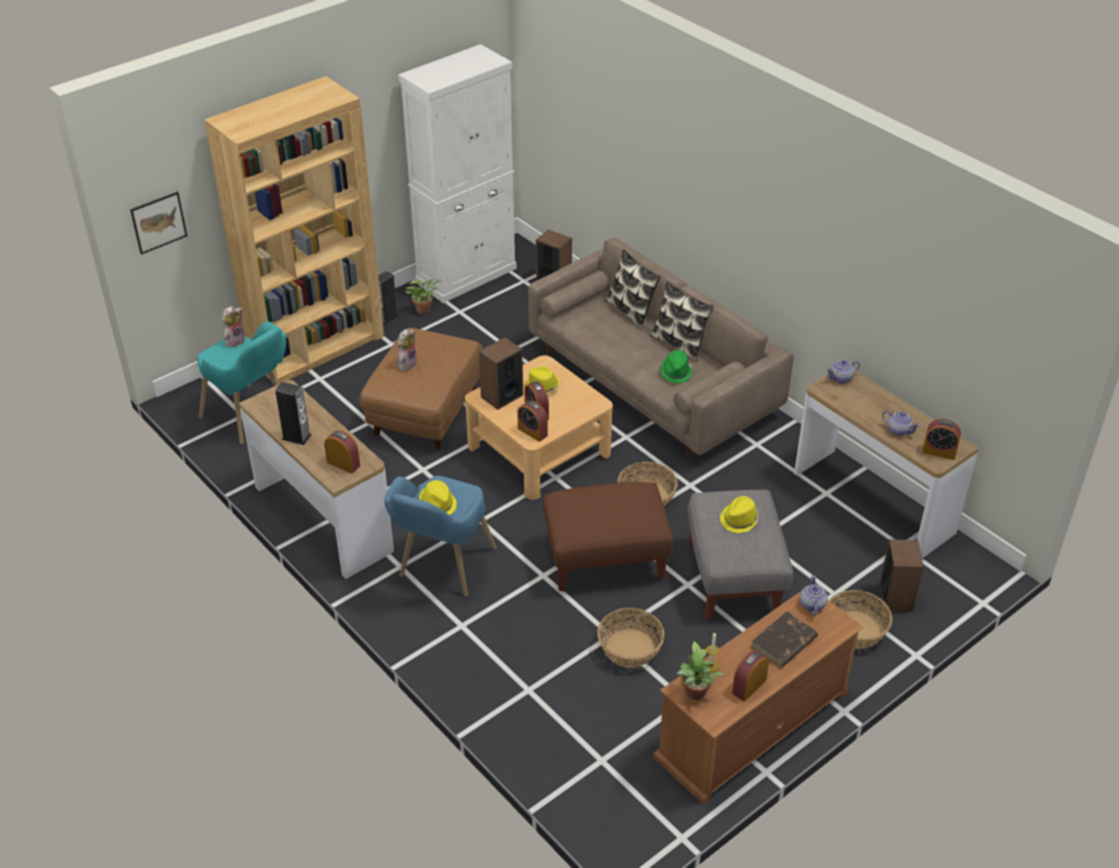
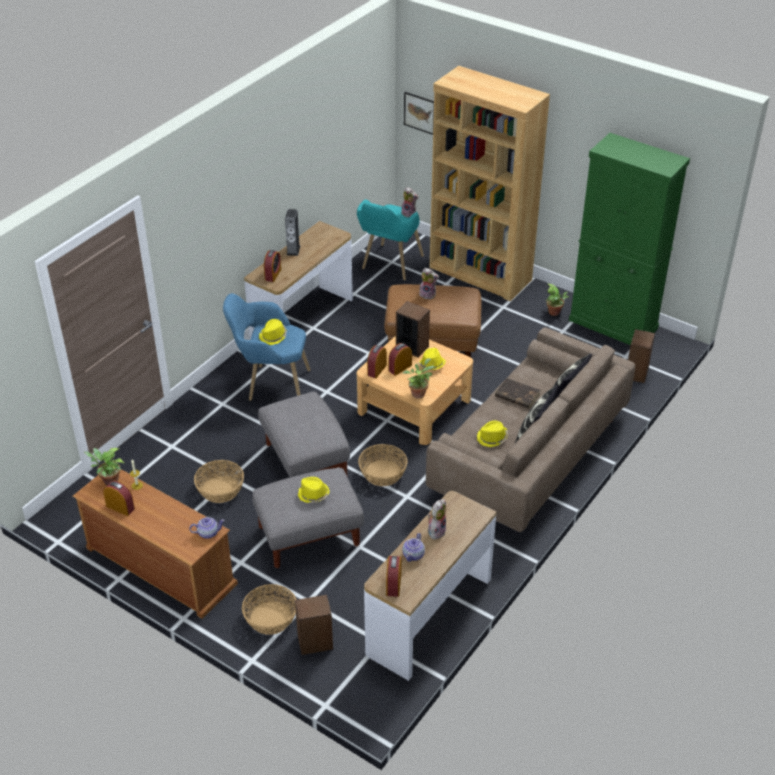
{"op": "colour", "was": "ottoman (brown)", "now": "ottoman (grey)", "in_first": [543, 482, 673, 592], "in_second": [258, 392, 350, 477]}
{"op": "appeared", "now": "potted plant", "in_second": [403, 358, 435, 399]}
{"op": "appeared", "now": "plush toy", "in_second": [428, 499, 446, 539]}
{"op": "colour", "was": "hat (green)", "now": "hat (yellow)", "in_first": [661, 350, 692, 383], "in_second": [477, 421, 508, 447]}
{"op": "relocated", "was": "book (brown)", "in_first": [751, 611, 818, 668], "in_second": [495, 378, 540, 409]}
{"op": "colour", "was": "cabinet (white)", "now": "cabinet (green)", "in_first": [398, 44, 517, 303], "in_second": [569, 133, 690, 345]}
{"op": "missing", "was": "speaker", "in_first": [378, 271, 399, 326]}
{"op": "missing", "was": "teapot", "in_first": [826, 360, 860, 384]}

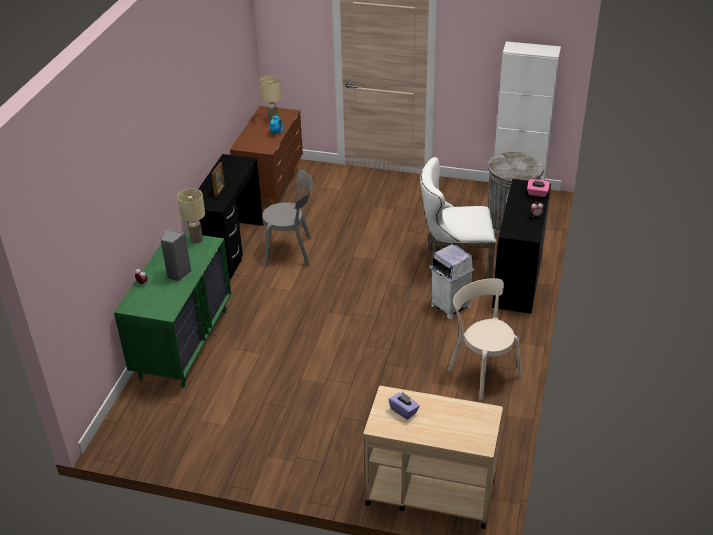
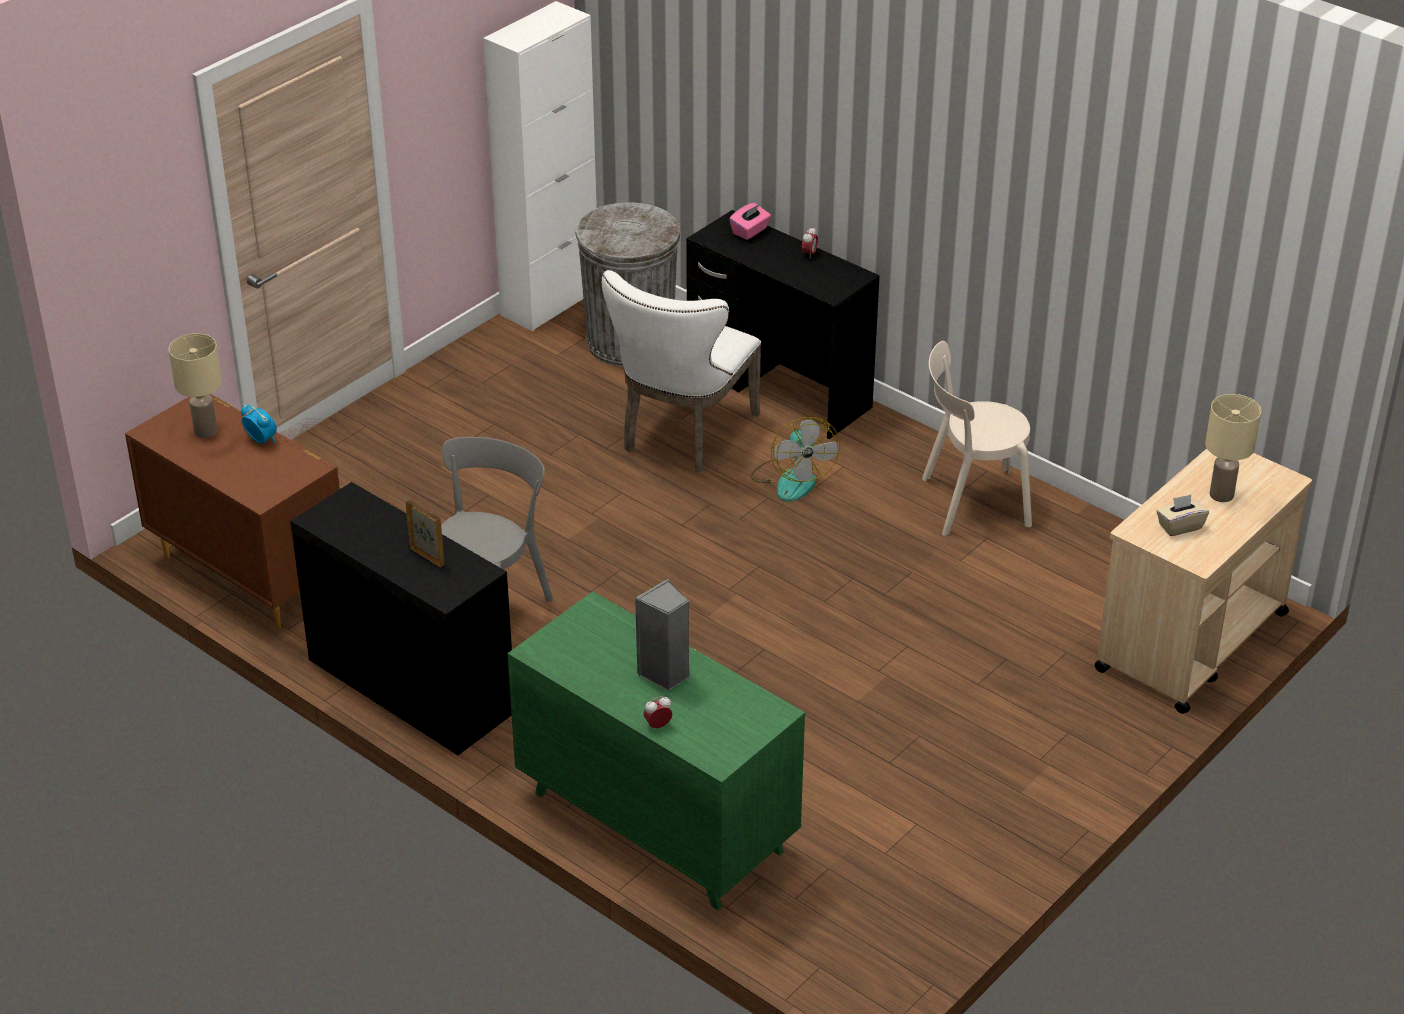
{"op": "exchanged", "was": "trash can (white)", "now": "fan", "in_first": [430, 244, 475, 319], "in_second": [750, 417, 840, 502]}
{"op": "colour", "was": "tissue box (purple)", "now": "tissue box (beige)", "in_first": [389, 392, 420, 420], "in_second": [1156, 494, 1209, 536]}
{"op": "relocated", "was": "table lamp (beige)", "in_first": [177, 188, 205, 243], "in_second": [1205, 394, 1261, 502]}

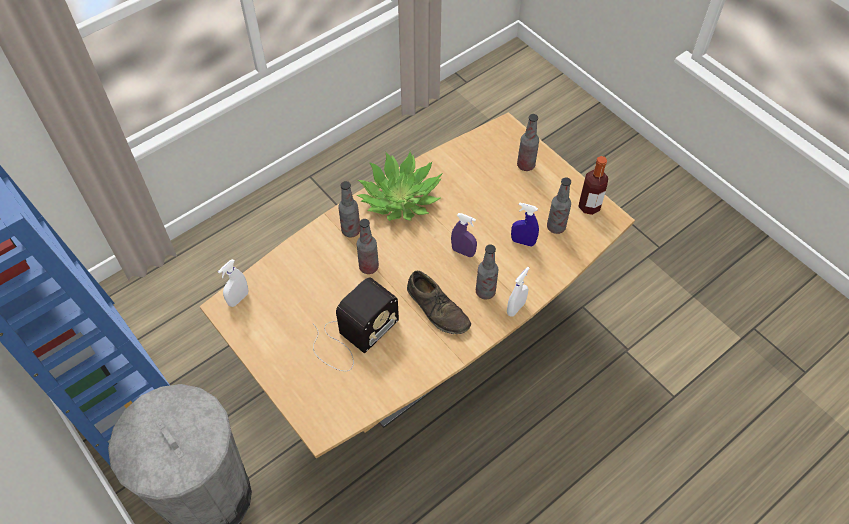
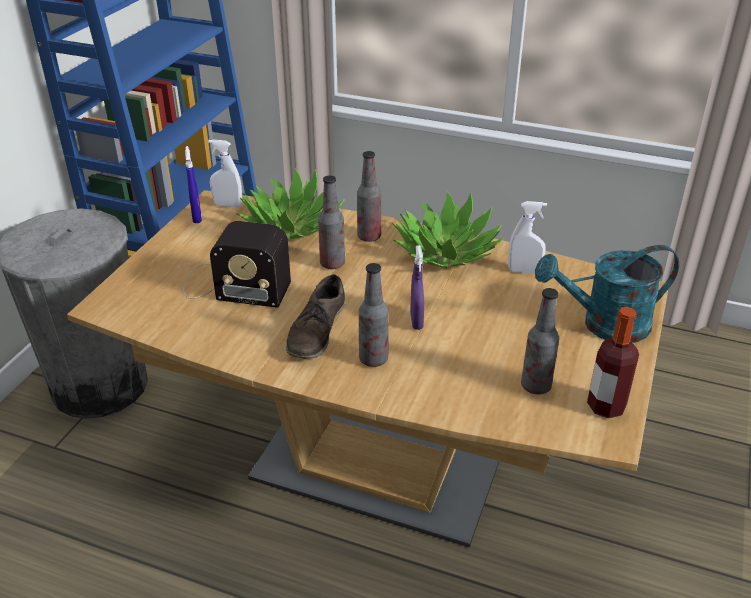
{"op": "relocated", "was": "spray bottle (blue)", "in_first": [511, 202, 539, 247], "in_second": [185, 146, 202, 223]}
{"op": "appeared", "now": "potted plant", "in_second": [237, 168, 345, 239]}
{"op": "relocated", "was": "spray bottle (white)", "in_first": [507, 267, 530, 316], "in_second": [508, 201, 547, 274]}
{"op": "exchanged", "was": "bottle", "now": "watering can (turquoise)", "in_first": [517, 114, 539, 171], "in_second": [535, 245, 679, 343]}

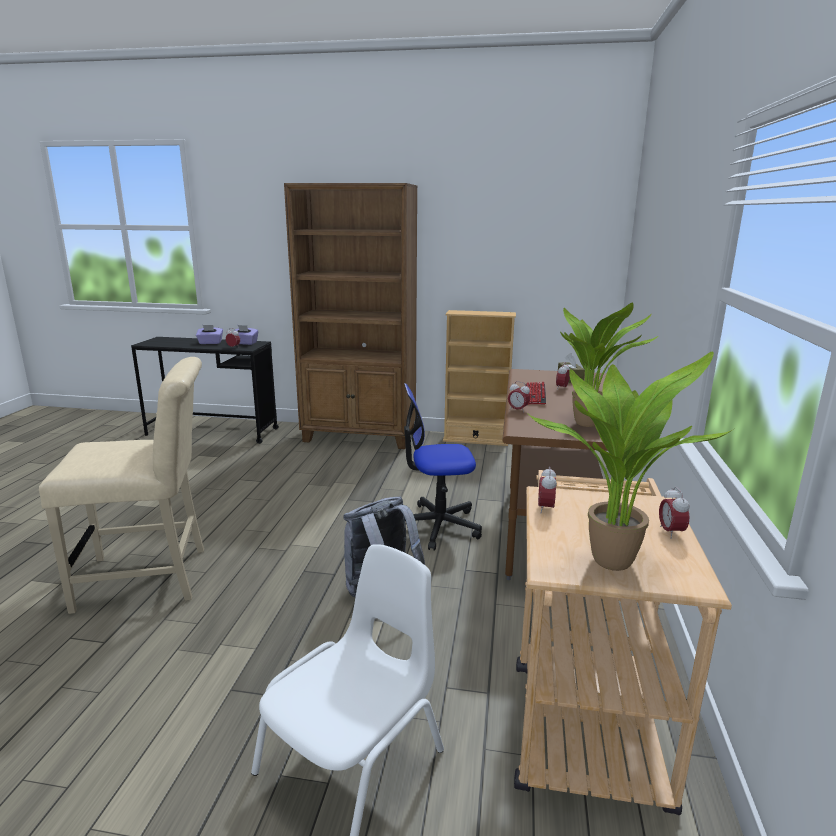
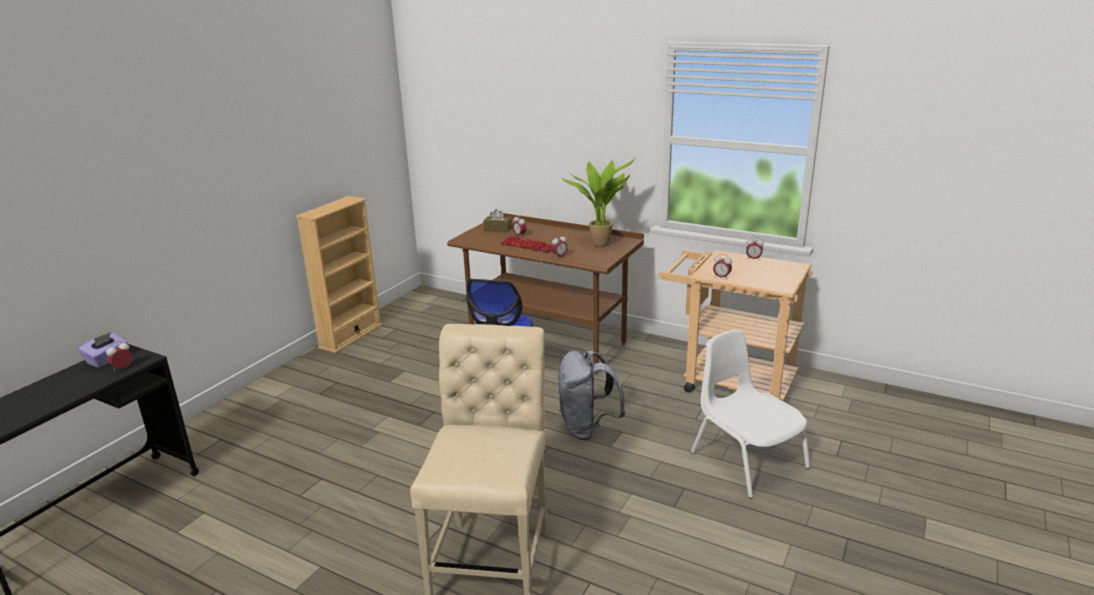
{"op": "missing", "was": "tissue box (purple)", "in_first": [196, 325, 223, 344]}
{"op": "missing", "was": "bookcase (brown)", "in_first": [284, 183, 418, 449]}
{"op": "missing", "was": "potted plant", "in_first": [527, 351, 732, 571]}

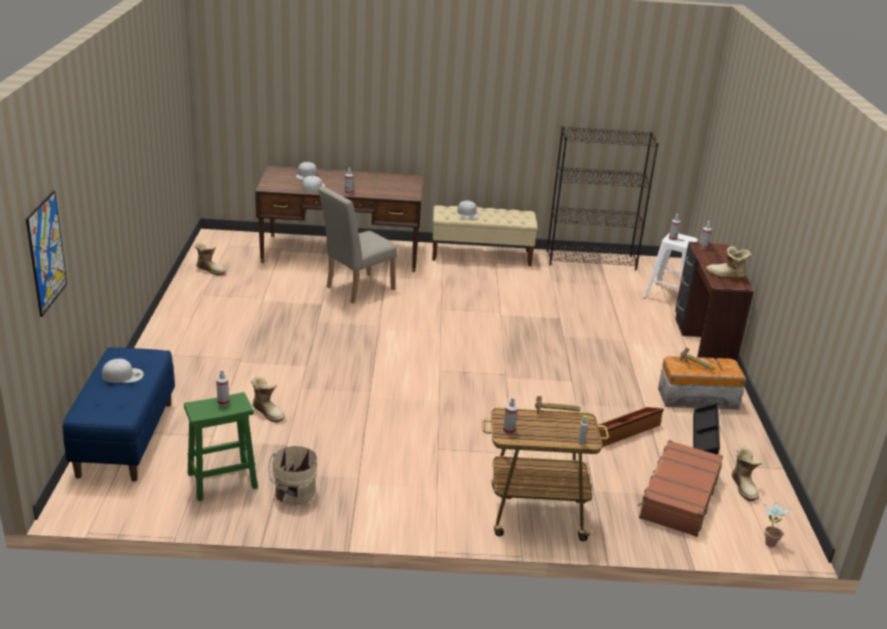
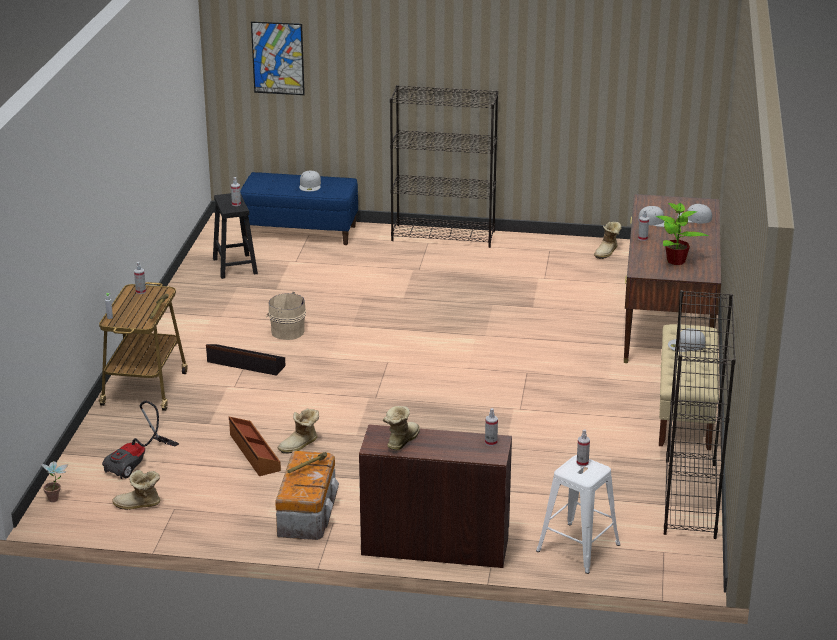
{"op": "exchanged", "was": "suitcase (brown)", "now": "vacuum cleaner", "in_first": [637, 440, 723, 537], "in_second": [102, 401, 179, 479]}
{"op": "relocated", "was": "storage box (black)", "in_first": [693, 403, 720, 455], "in_second": [206, 344, 285, 376]}
{"op": "colour", "was": "stool (green)", "now": "stool (black)", "in_first": [184, 392, 258, 501], "in_second": [213, 193, 258, 279]}
{"op": "relocated", "was": "bucket (beige)", "in_first": [269, 446, 318, 505], "in_second": [266, 292, 306, 340]}
{"op": "relocated", "was": "boot", "in_first": [251, 376, 285, 423], "in_second": [278, 408, 319, 454]}
{"op": "appeared", "now": "bookcase (black)", "in_second": [390, 85, 498, 248]}
{"op": "appeared", "now": "potted plant", "in_second": [656, 203, 708, 265]}
{"op": "missing", "was": "chair (beige)", "in_first": [318, 186, 397, 304]}

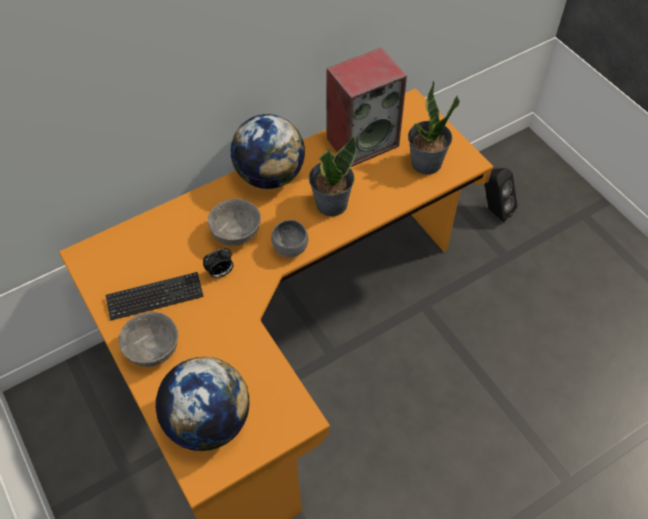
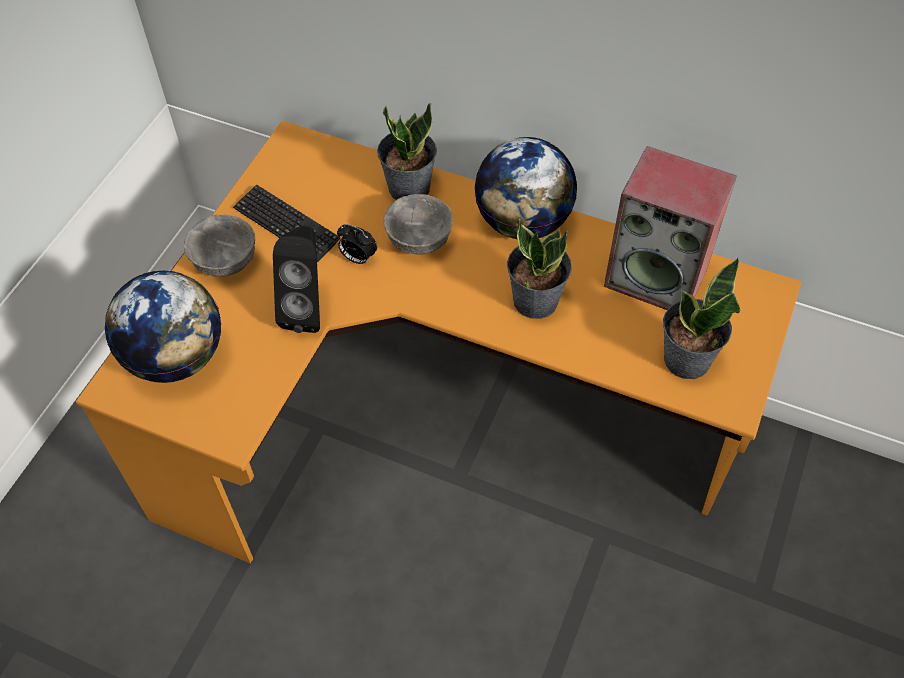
{"op": "relocated", "was": "speaker (black)", "in_first": [484, 168, 517, 222], "in_second": [273, 226, 320, 333]}
{"op": "appeared", "now": "potted plant", "in_second": [377, 103, 437, 200]}
{"op": "missing", "was": "bowl (grey)", "in_first": [271, 220, 308, 257]}

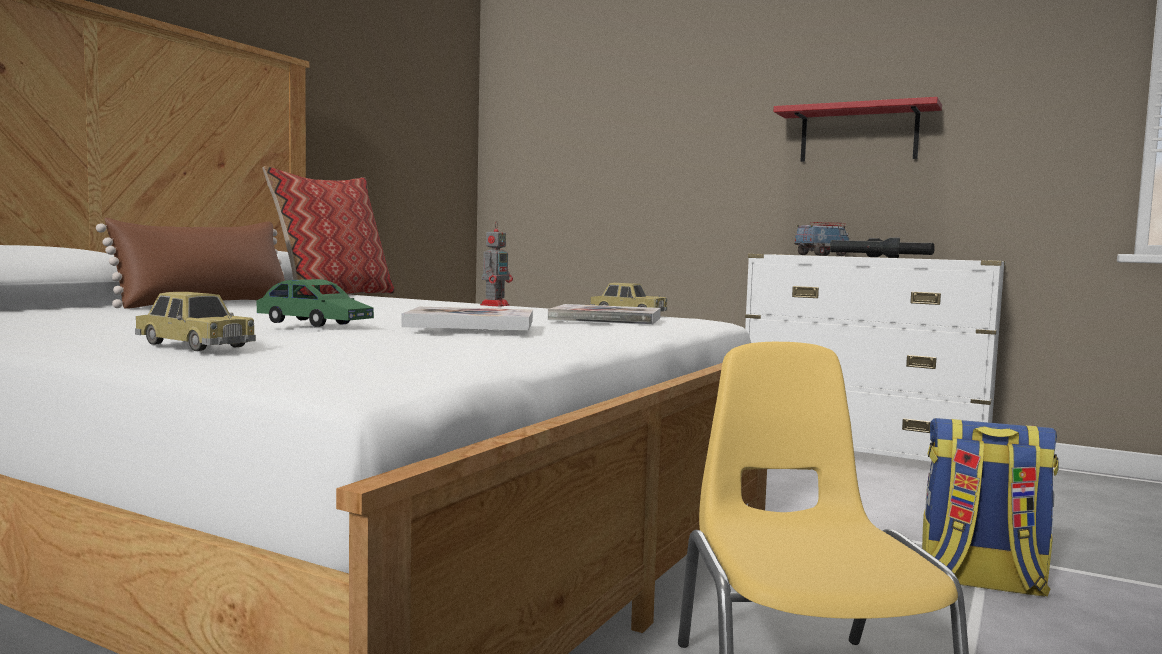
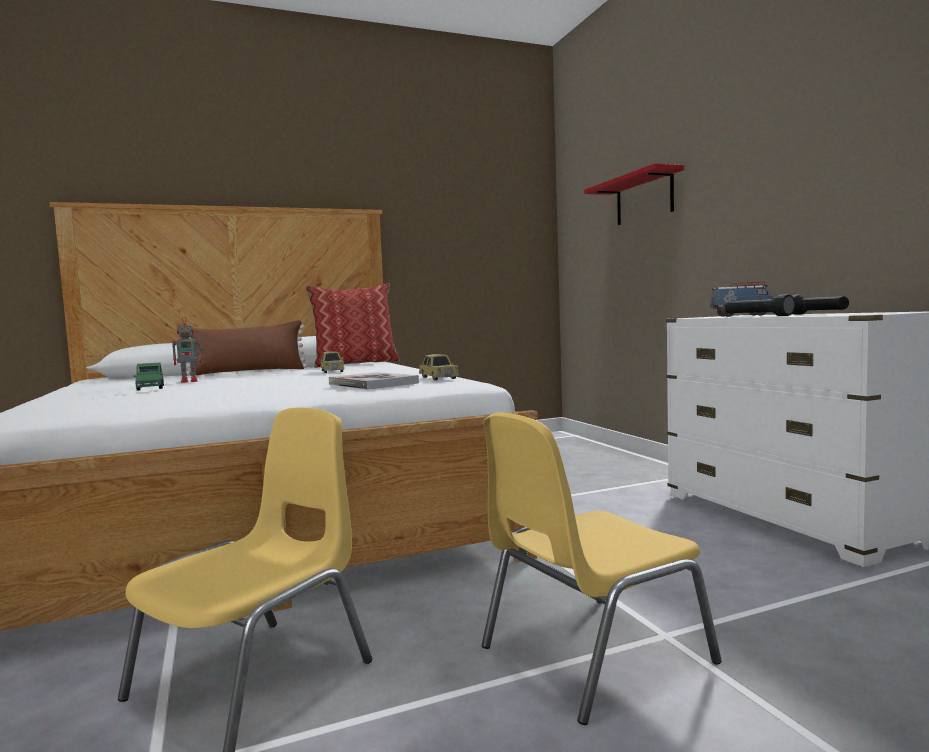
{"op": "relocated", "was": "toy robot", "in_first": [480, 221, 513, 307], "in_second": [172, 317, 203, 383]}
{"op": "relocated", "was": "toy car", "in_first": [135, 292, 256, 351], "in_second": [320, 351, 345, 373]}
{"op": "exchanged", "was": "backpack", "now": "chair (yellow)", "in_first": [922, 418, 1059, 597], "in_second": [482, 412, 722, 725]}
{"op": "relocated", "was": "shelf (red)", "in_first": [774, 97, 942, 162], "in_second": [584, 163, 684, 225]}
{"op": "missing", "was": "book", "in_first": [401, 307, 533, 330]}

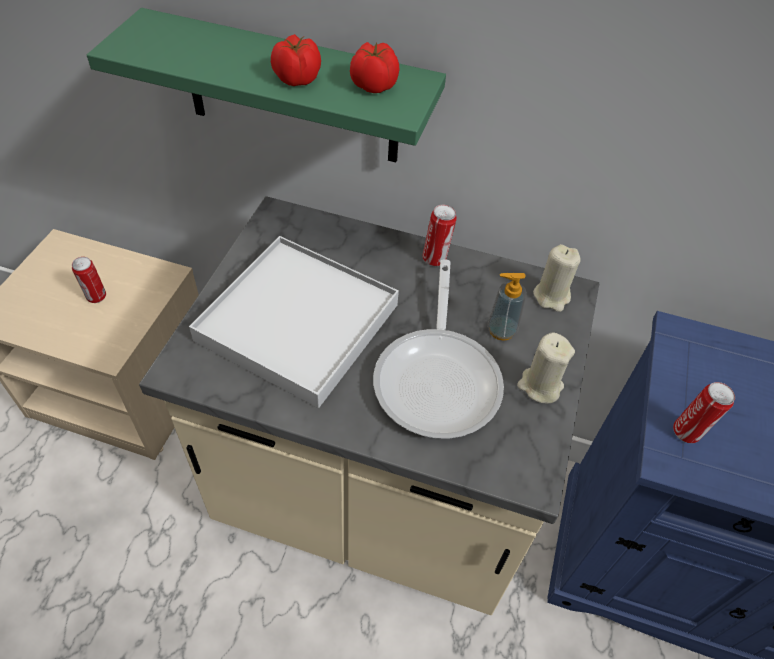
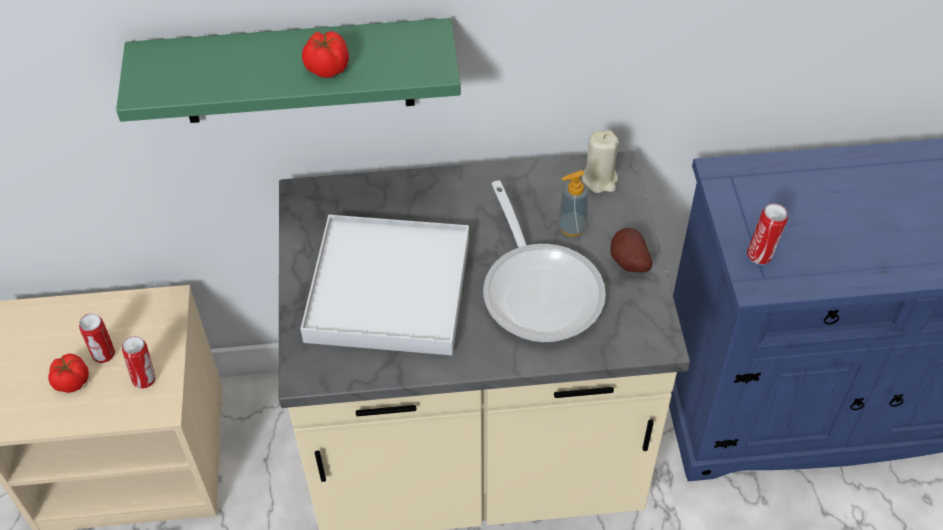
{"op": "relocated", "was": "tomato", "in_first": [350, 42, 399, 93], "in_second": [48, 353, 89, 393]}
{"op": "relocated", "was": "can", "in_first": [423, 205, 457, 266], "in_second": [122, 336, 155, 389]}
{"op": "exchanged", "was": "candle (beige)", "now": "potato", "in_first": [517, 332, 575, 404], "in_second": [610, 228, 652, 273]}

